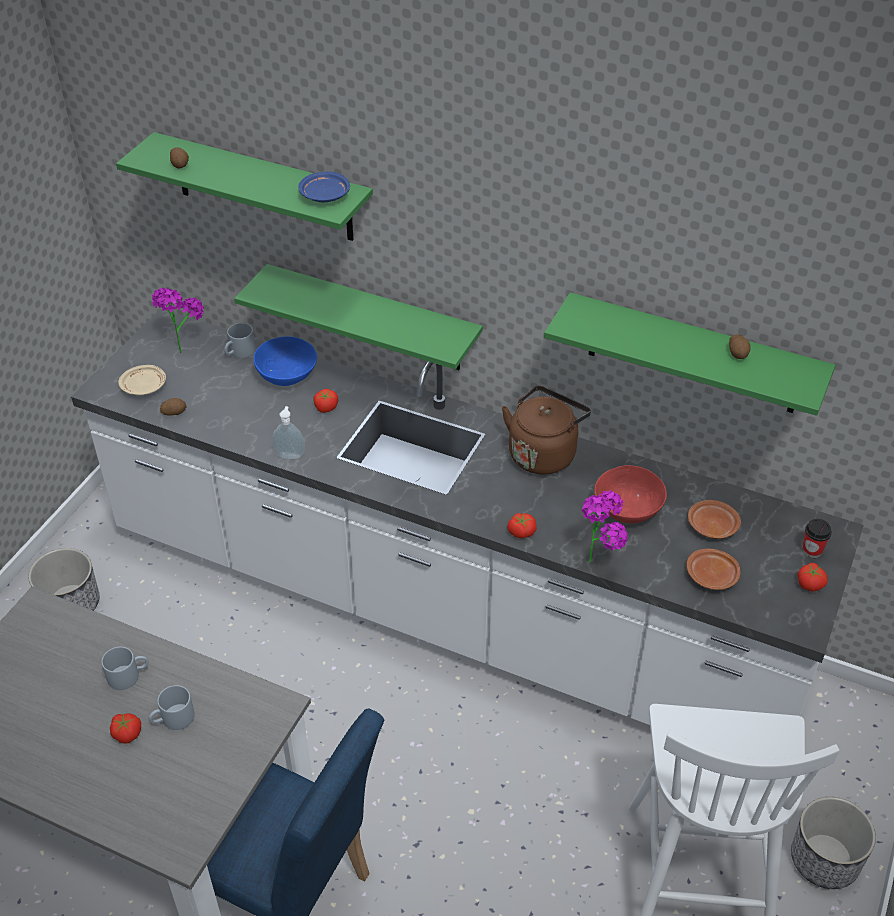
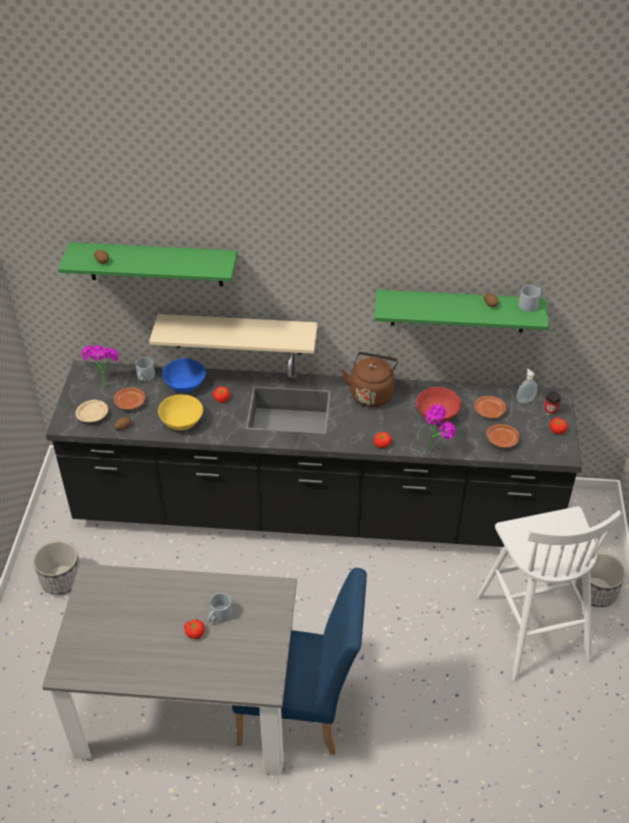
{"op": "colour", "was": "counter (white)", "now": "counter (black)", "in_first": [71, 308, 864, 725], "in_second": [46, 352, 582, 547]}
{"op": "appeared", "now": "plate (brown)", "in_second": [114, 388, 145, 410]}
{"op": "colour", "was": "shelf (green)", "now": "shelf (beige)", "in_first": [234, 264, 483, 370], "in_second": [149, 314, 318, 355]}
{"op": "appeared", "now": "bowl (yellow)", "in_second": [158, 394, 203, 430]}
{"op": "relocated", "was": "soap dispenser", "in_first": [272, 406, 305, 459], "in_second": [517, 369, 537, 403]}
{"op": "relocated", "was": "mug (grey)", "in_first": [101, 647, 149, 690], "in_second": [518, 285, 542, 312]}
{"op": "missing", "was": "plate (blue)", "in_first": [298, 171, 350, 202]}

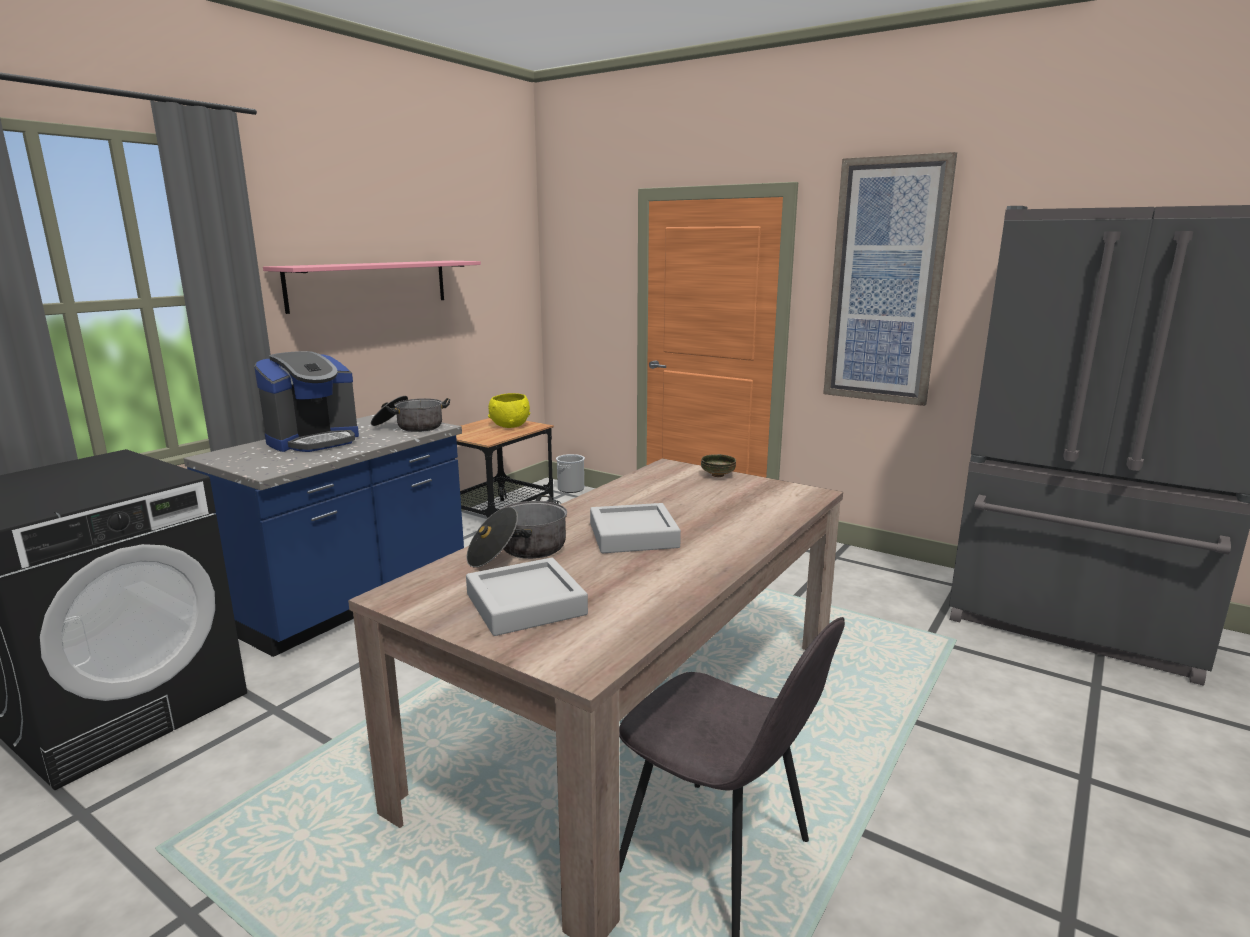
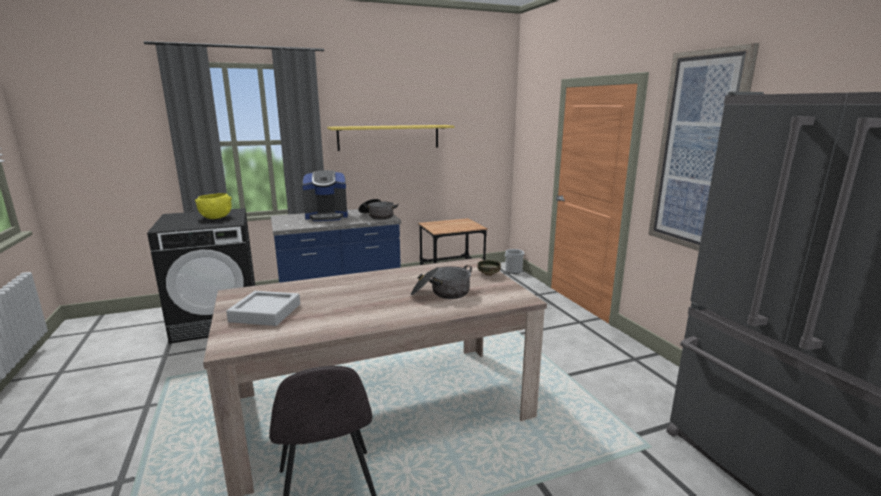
{"op": "relocated", "was": "bowl (yellow)", "in_first": [488, 393, 530, 428], "in_second": [195, 193, 232, 219]}
{"op": "colour", "was": "shelf (pink)", "now": "shelf (yellow)", "in_first": [263, 261, 481, 314], "in_second": [327, 125, 454, 151]}
{"op": "relocated", "was": "cooking pot", "in_first": [467, 495, 567, 568], "in_second": [411, 265, 472, 299]}
{"op": "missing", "was": "tray (grey)", "in_first": [590, 503, 681, 553]}

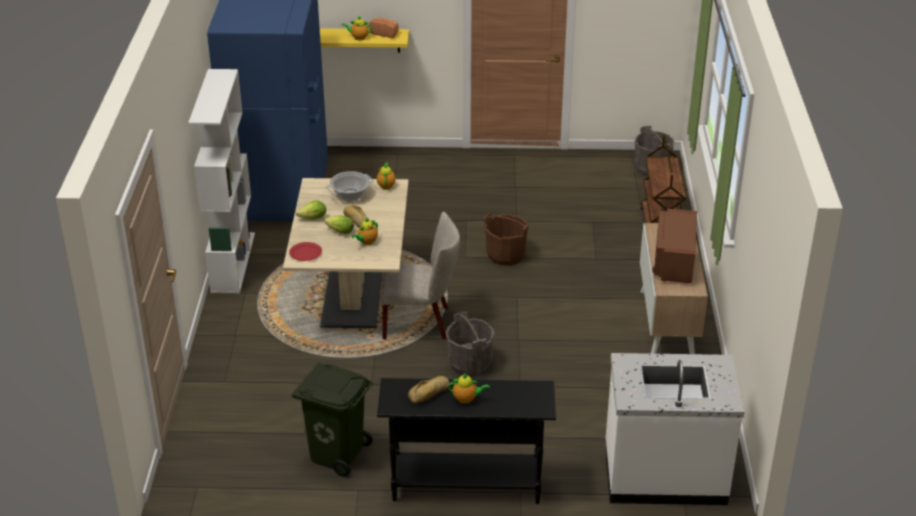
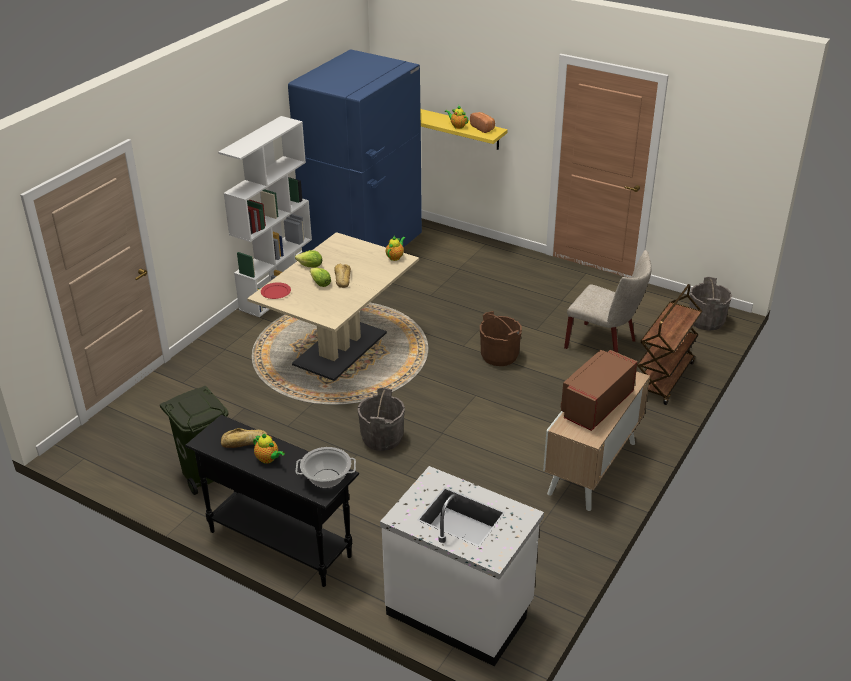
{"op": "relocated", "was": "cooking pot", "in_first": [326, 171, 374, 201], "in_second": [296, 447, 356, 488]}
{"op": "relocated", "was": "chair (beige)", "in_first": [381, 212, 460, 339], "in_second": [564, 250, 652, 353]}
{"op": "missing", "was": "teapot", "in_first": [352, 218, 378, 245]}

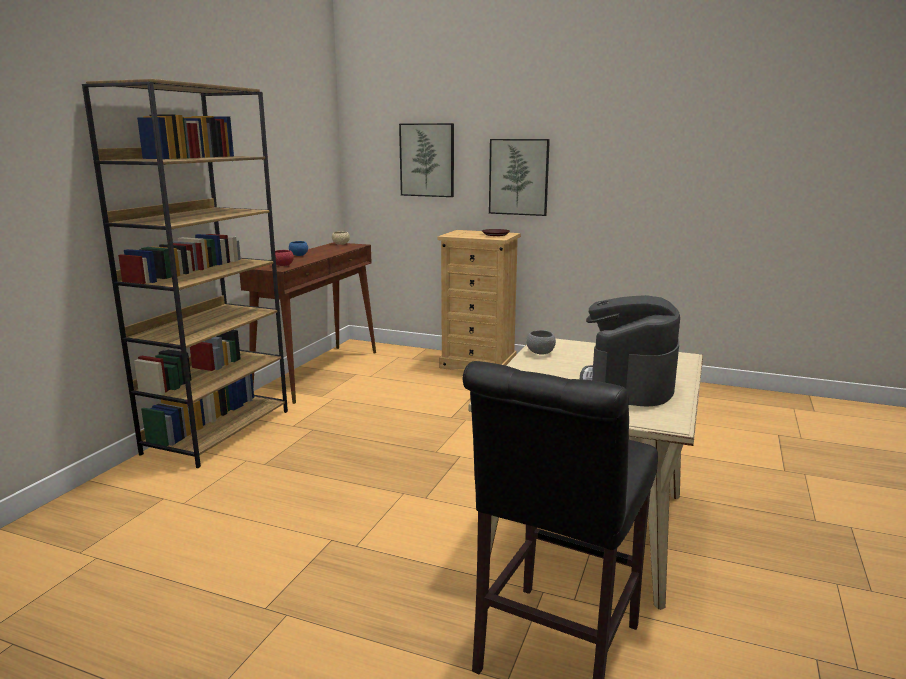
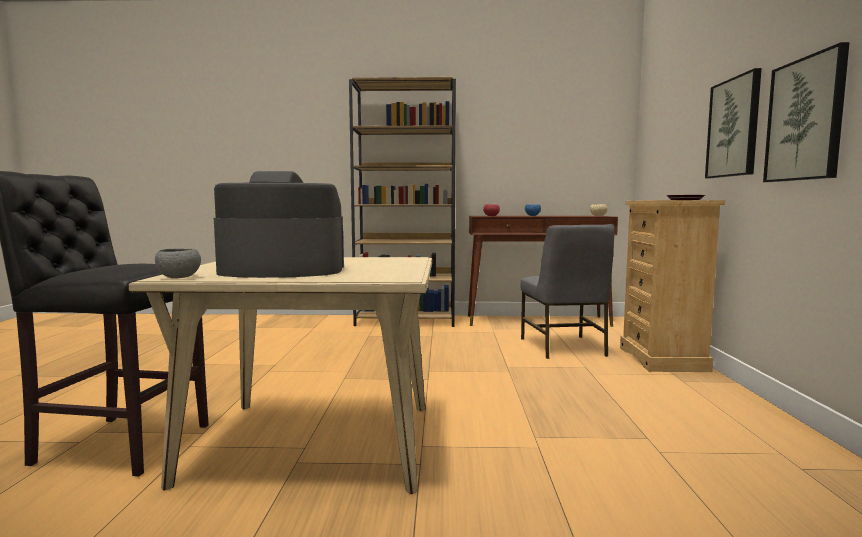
{"op": "relocated", "was": "bowl (grey)", "in_first": [526, 330, 556, 354], "in_second": [155, 248, 201, 279]}
{"op": "appeared", "now": "chair (grey)", "in_second": [520, 224, 615, 359]}
{"op": "relocated", "was": "picture", "in_first": [399, 123, 454, 197], "in_second": [763, 42, 850, 182]}

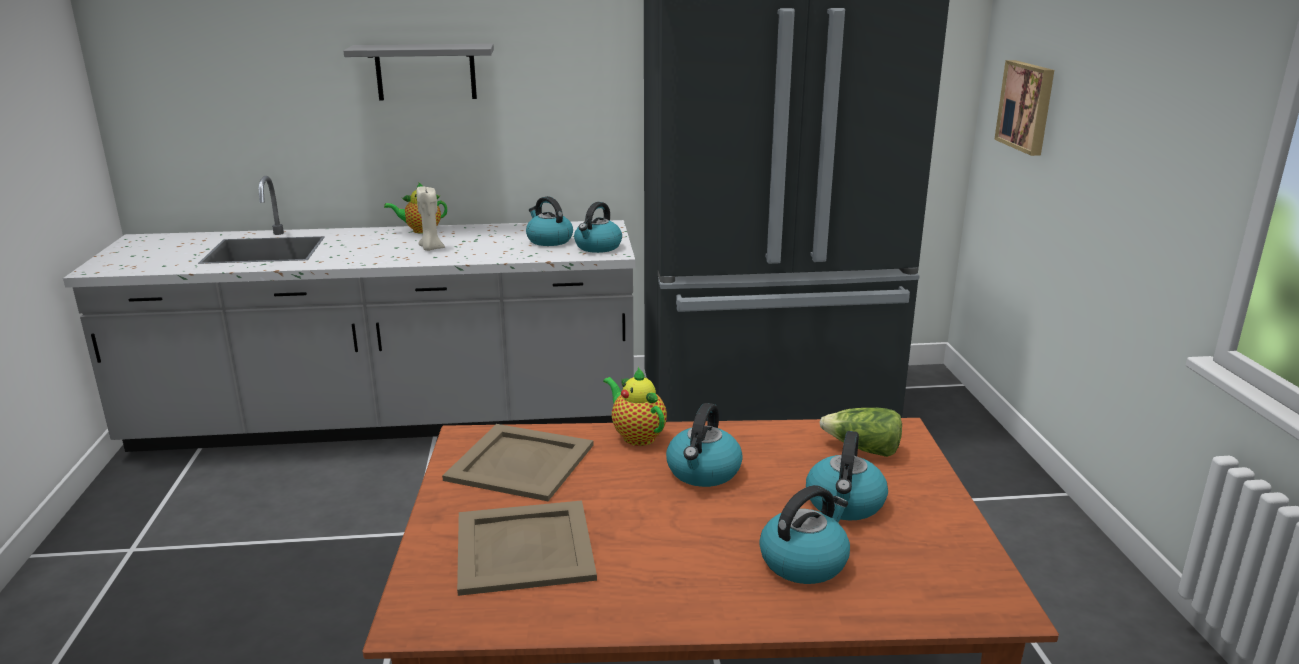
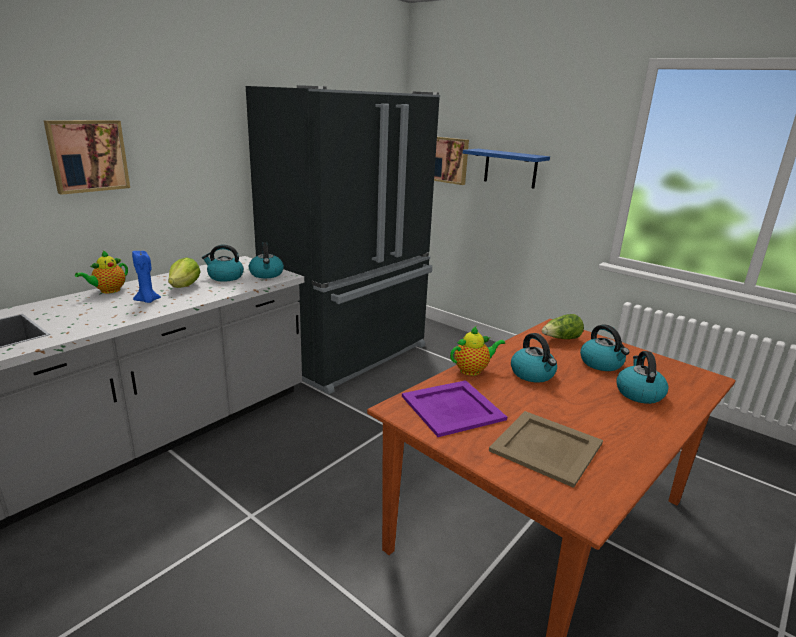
{"op": "exchanged", "was": "shelf (grey)", "now": "picture", "in_first": [343, 44, 494, 100], "in_second": [44, 120, 130, 195]}
{"op": "colour", "was": "candle (beige)", "now": "candle (blue)", "in_first": [417, 186, 445, 251], "in_second": [132, 250, 161, 303]}
{"op": "appeared", "now": "lettuce", "in_second": [168, 258, 201, 288]}
{"op": "colour", "was": "tray (beige)", "now": "tray (purple)", "in_first": [442, 424, 593, 501], "in_second": [402, 380, 507, 437]}
{"op": "spun", "was": "teapot", "in_first": [603, 367, 667, 446], "in_second": [450, 326, 505, 376], "clockwise": 150}
{"op": "appeared", "now": "shelf (blue)", "in_second": [463, 149, 550, 189]}

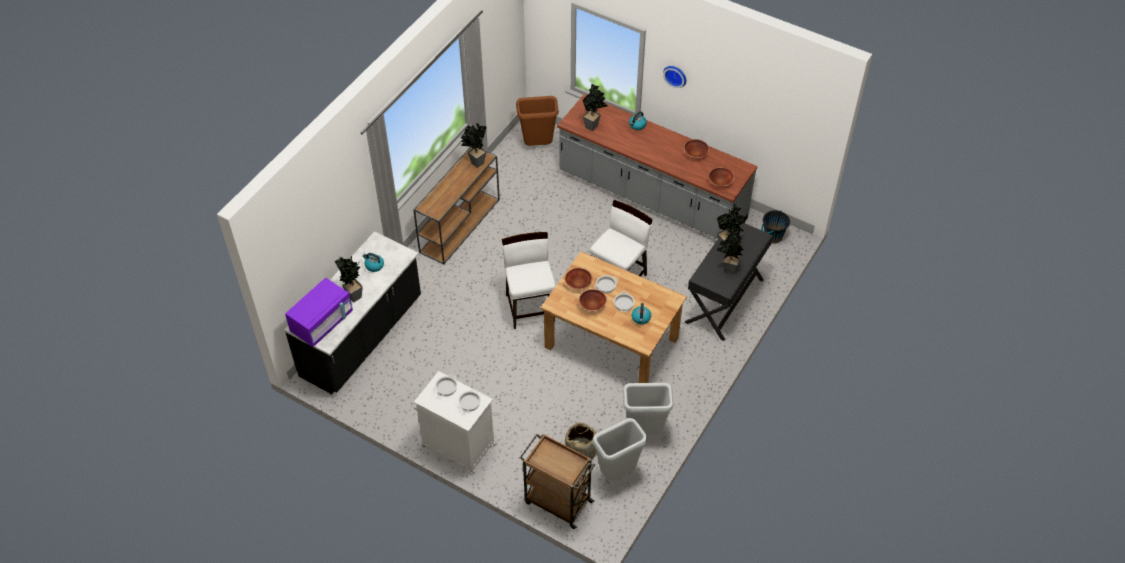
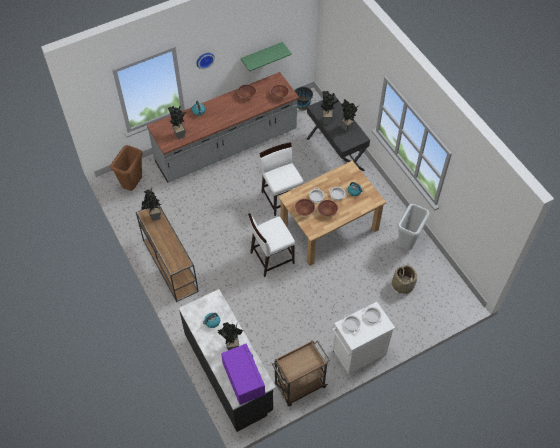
{"op": "appeared", "now": "shelf (green)", "in_second": [240, 42, 292, 72]}
{"op": "spun", "was": "chair (white)", "in_first": [502, 232, 556, 329], "in_second": [248, 213, 295, 277], "clockwise": -45}
{"op": "relocated", "was": "cart (brown)", "in_first": [520, 433, 595, 529], "in_second": [272, 340, 330, 406]}
{"op": "missing", "was": "trash can (grey)", "in_first": [593, 418, 647, 481]}

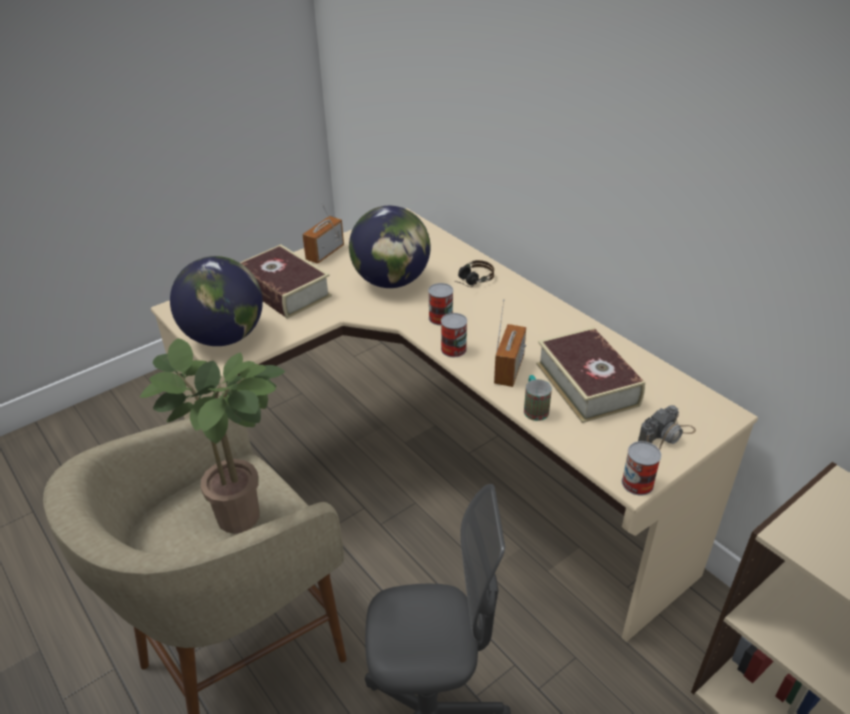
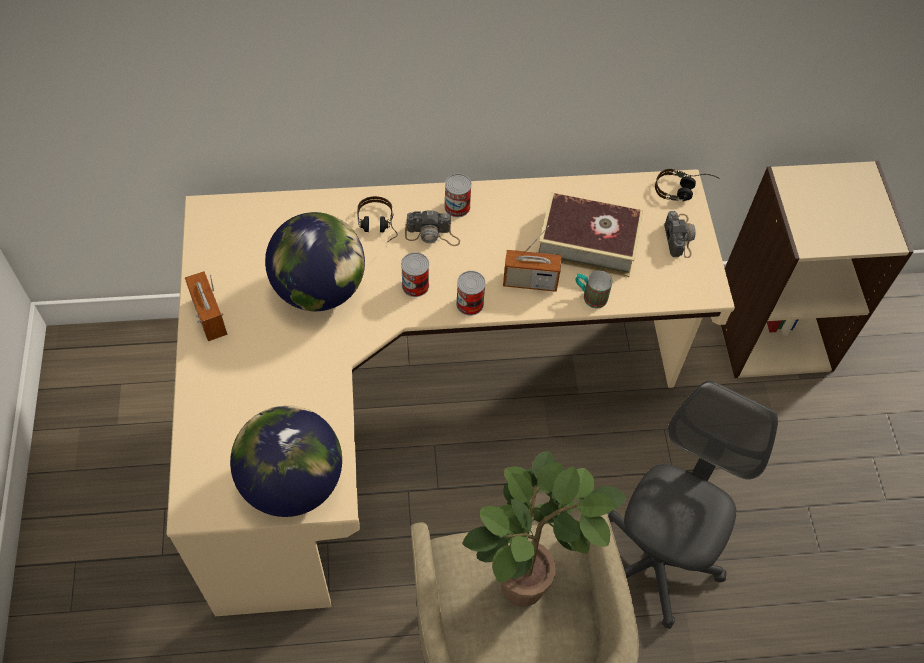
{"op": "appeared", "now": "photo camera", "in_second": [405, 210, 460, 246]}
{"op": "relocated", "was": "can", "in_first": [622, 441, 661, 496], "in_second": [444, 174, 472, 217]}
{"op": "spun", "was": "radio", "in_first": [494, 299, 526, 387], "in_second": [503, 226, 561, 292], "clockwise": 135}
{"op": "appeared", "now": "headphones", "in_second": [655, 169, 719, 202]}
{"op": "missing", "was": "book", "in_first": [240, 244, 332, 319]}

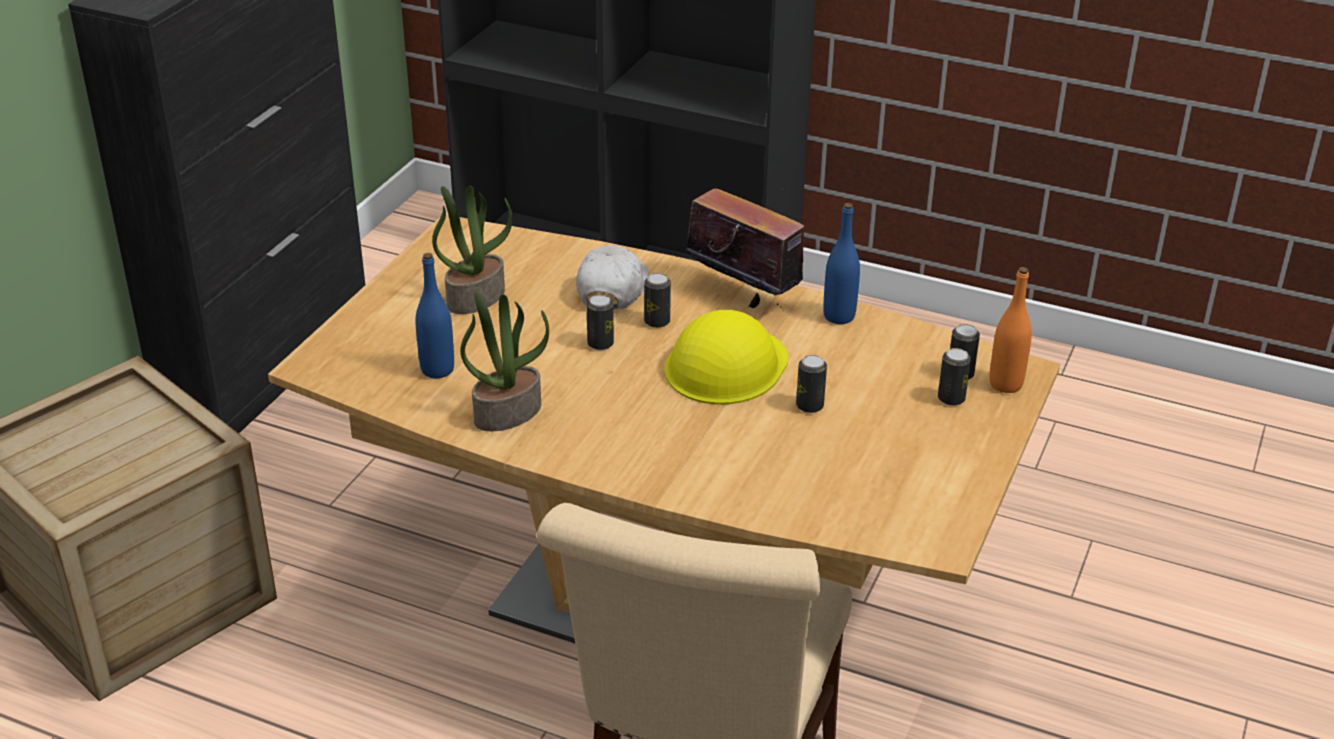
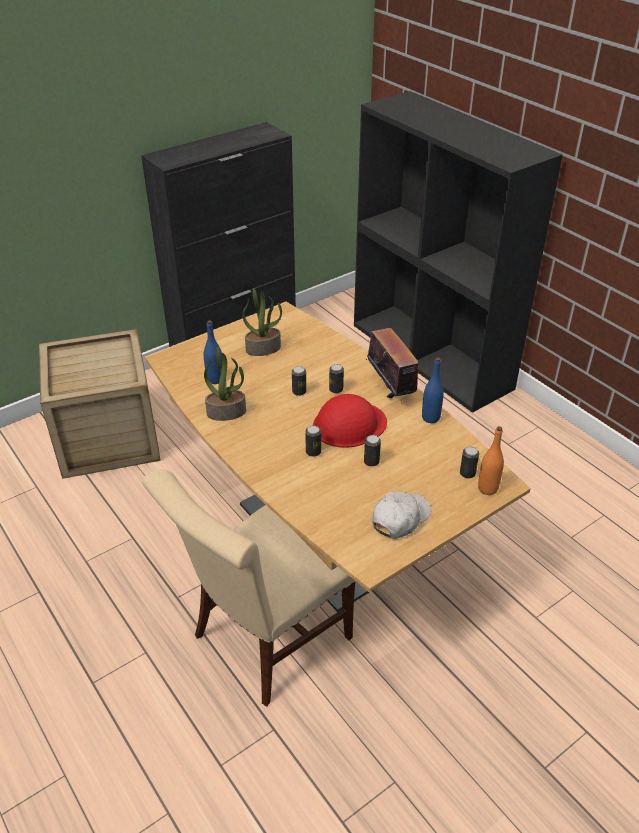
{"op": "relocated", "was": "can", "in_first": [938, 348, 971, 406], "in_second": [305, 425, 321, 457]}
{"op": "colour", "was": "hard hat (yellow)", "now": "hard hat (red)", "in_first": [665, 310, 788, 405], "in_second": [313, 394, 387, 448]}
{"op": "relocated", "was": "cap (white)", "in_first": [576, 245, 649, 309], "in_second": [372, 492, 431, 539]}

